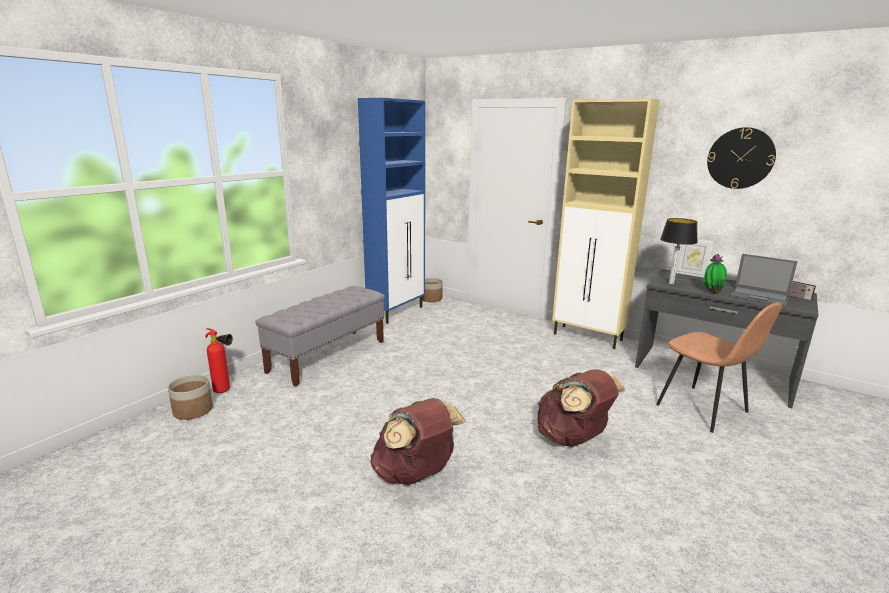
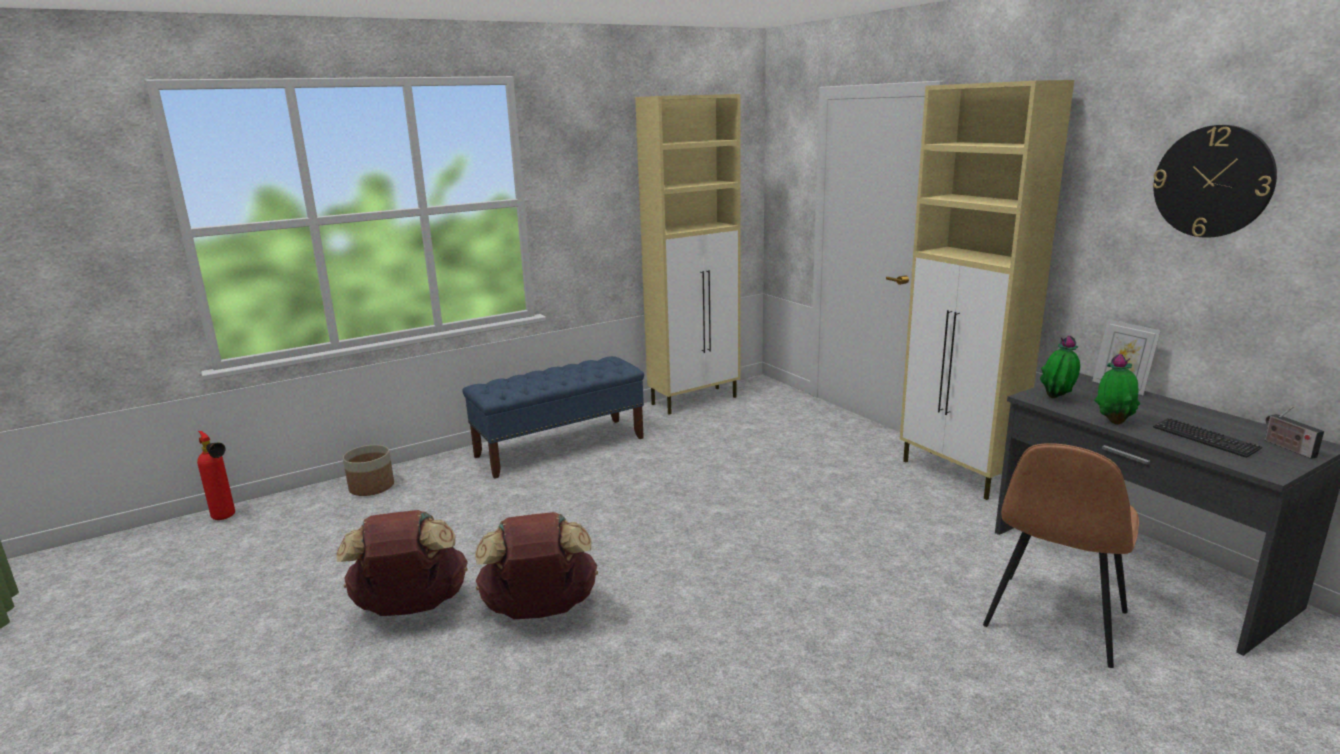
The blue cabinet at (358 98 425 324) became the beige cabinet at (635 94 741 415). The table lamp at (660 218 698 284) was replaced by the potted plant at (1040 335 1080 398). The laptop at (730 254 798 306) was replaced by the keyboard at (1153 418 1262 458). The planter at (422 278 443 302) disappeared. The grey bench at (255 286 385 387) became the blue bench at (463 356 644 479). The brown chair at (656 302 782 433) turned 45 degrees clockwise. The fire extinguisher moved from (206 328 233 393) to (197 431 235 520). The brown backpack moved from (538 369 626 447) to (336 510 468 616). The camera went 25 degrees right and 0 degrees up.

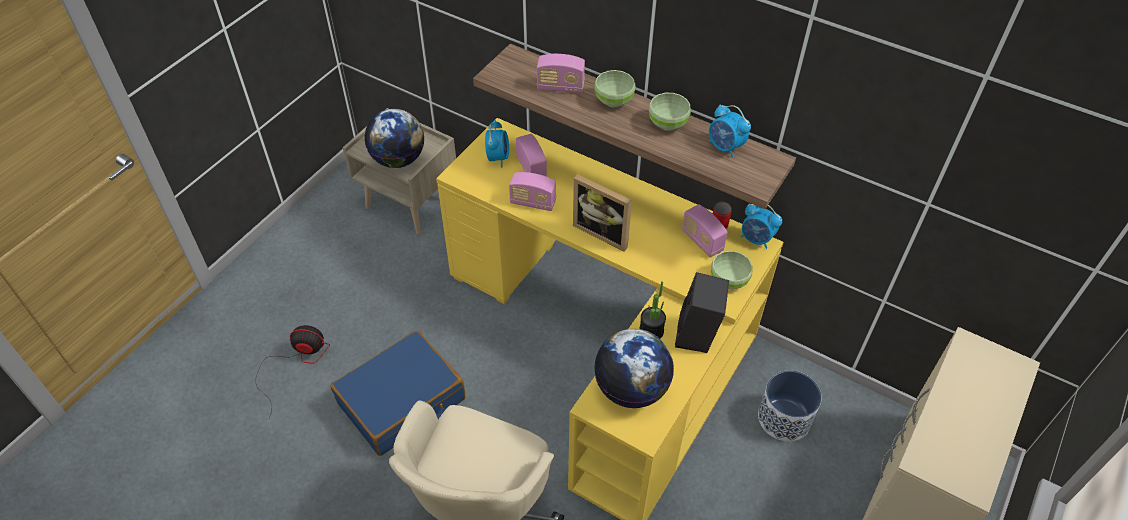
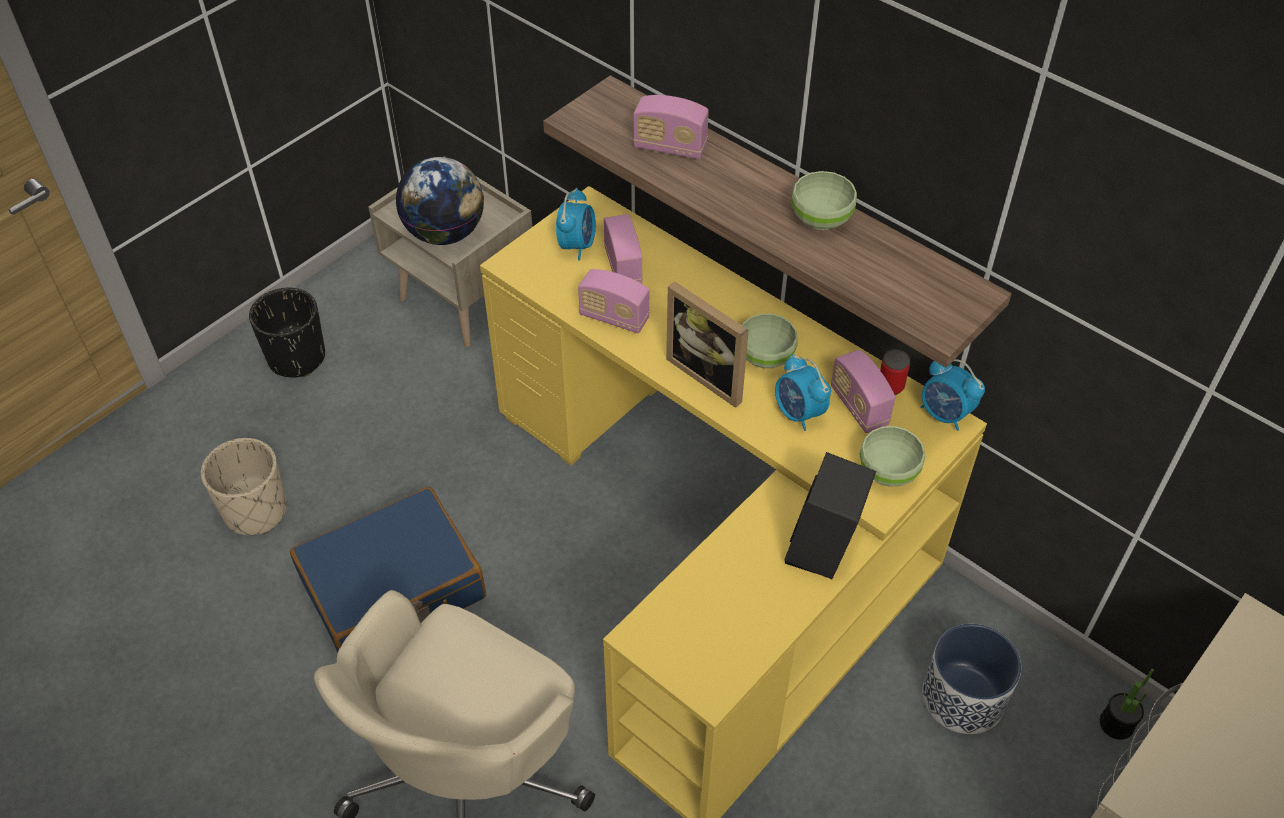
The green bowl moved from (594 70 636 107) to (742 314 798 368). The alarm clock moved from (709 105 751 158) to (775 354 831 431). The potted plant moved from (639 281 666 338) to (1100 669 1154 740). The fan at (255 325 330 418) was replaced by the beige planter at (201 438 287 535). The globe at (594 329 674 408) disappeared. The black planter at (249 288 325 377) appeared. The camera went 10 degrees right and 0 degrees up.

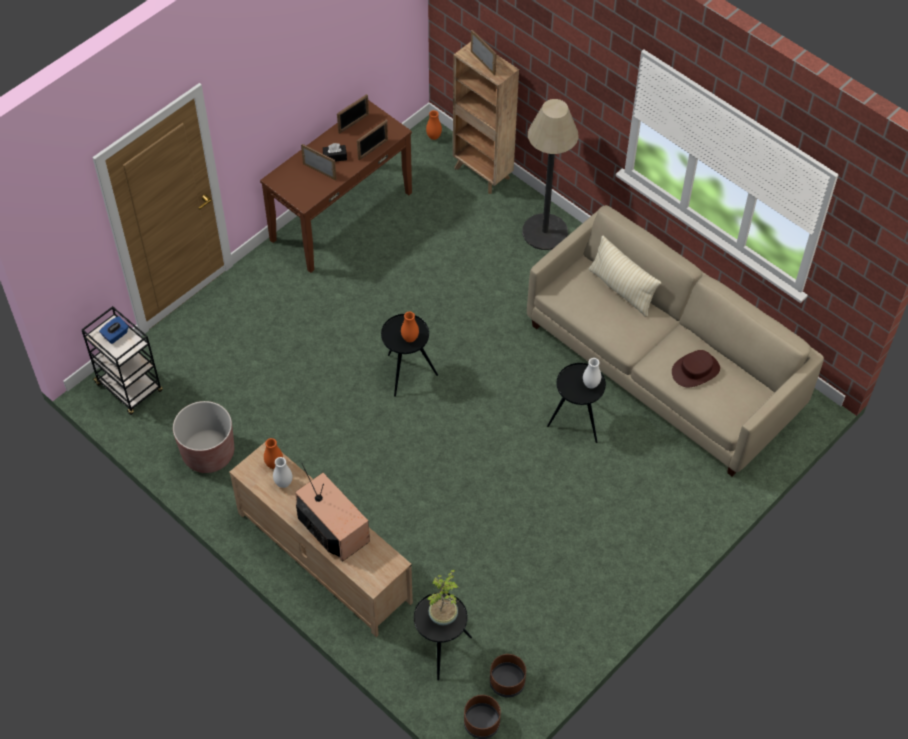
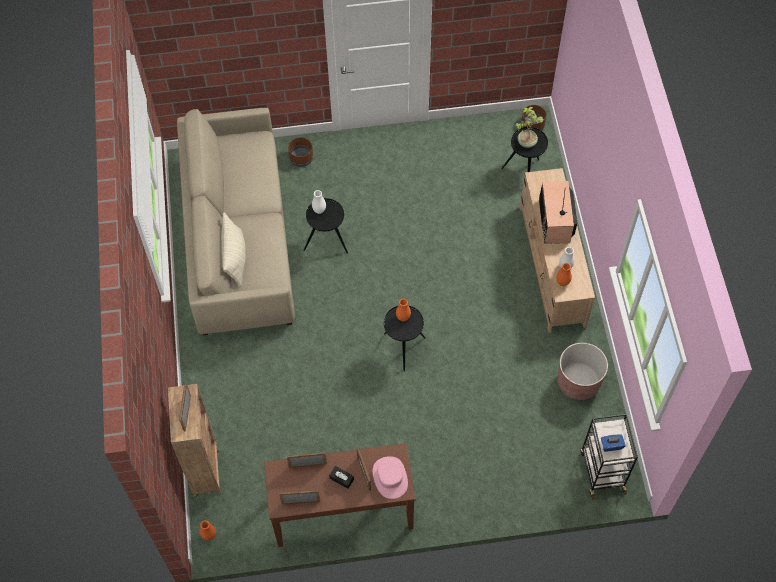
The floor lamp at (522 99 578 250) disappeared. The brown hat at (672 350 720 387) disappeared. The brown planter moved from (490 654 526 698) to (288 137 313 167). The pink hat at (373 456 408 499) appeared. The camera went 140 degrees left and 5 degrees up.

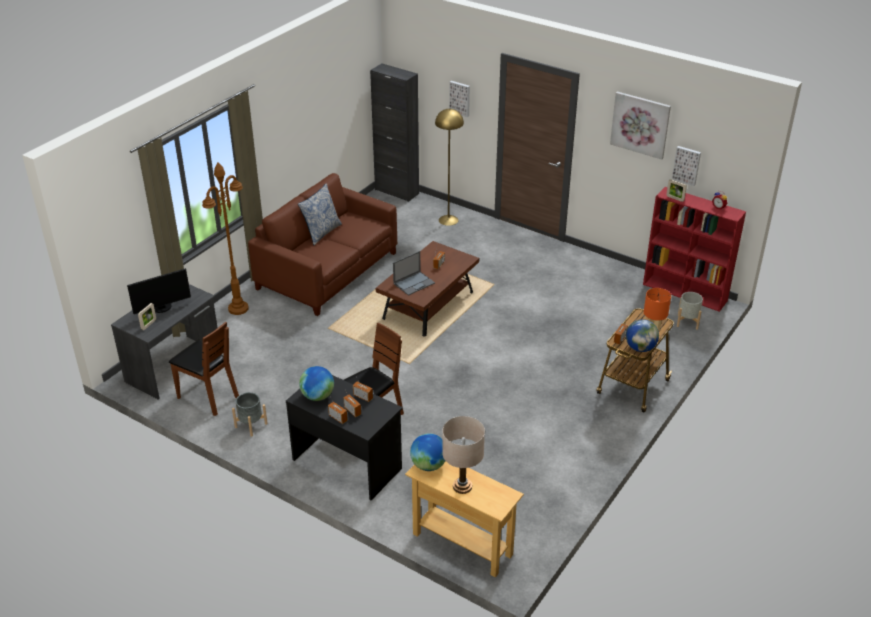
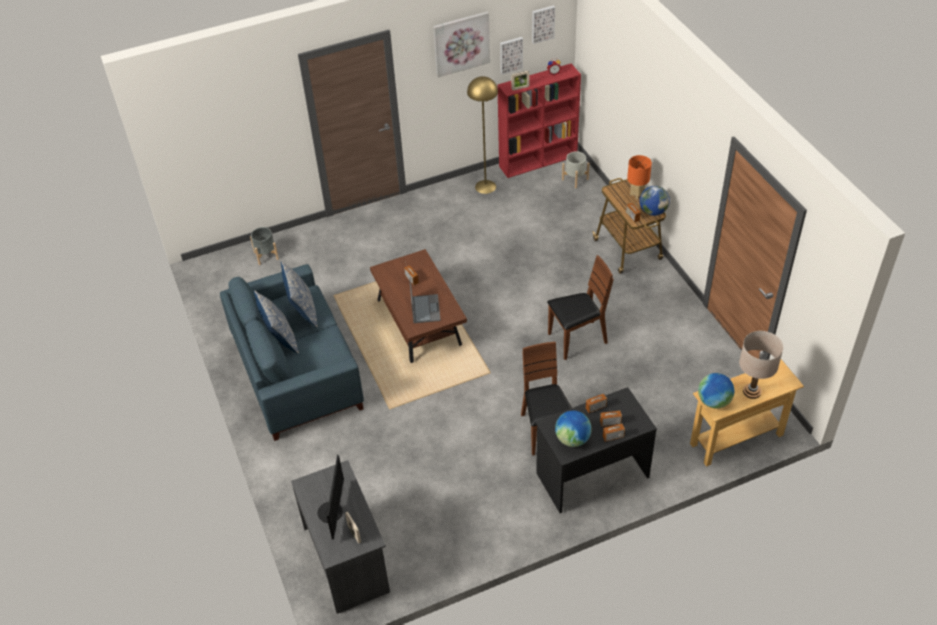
The black cabinet at (370 63 419 202) disappeared. The picture moved from (449 81 470 117) to (532 5 555 44). The yellow floor lamp moved from (435 109 464 226) to (467 76 498 194). The brown floor lamp at (202 162 249 315) disappeared. The brown sofa at (248 173 397 316) became the blue sofa at (220 264 364 441). The brown chair moved from (169 321 239 416) to (547 255 614 360). The grey planter moved from (232 392 268 437) to (250 227 279 265). The pillow at (281 261 318 328) appeared. The camera went 55 degrees left and 10 degrees up.

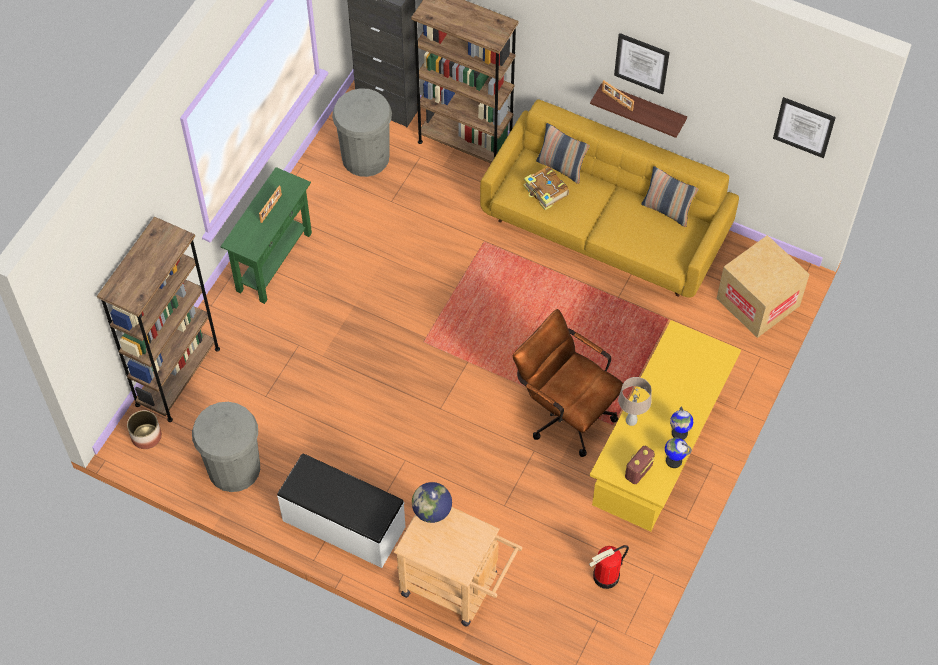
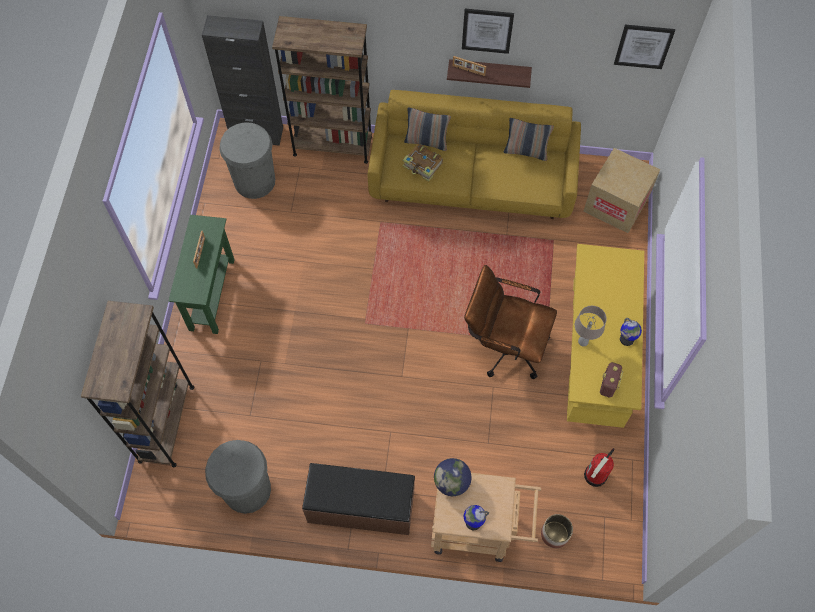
The planter moved from (127 410 162 449) to (541 514 573 548). The globe moved from (665 438 692 468) to (464 505 489 530). The white bench at (277 453 406 568) became the brown bench at (302 463 415 535). The camera went 20 degrees left and 5 degrees up.

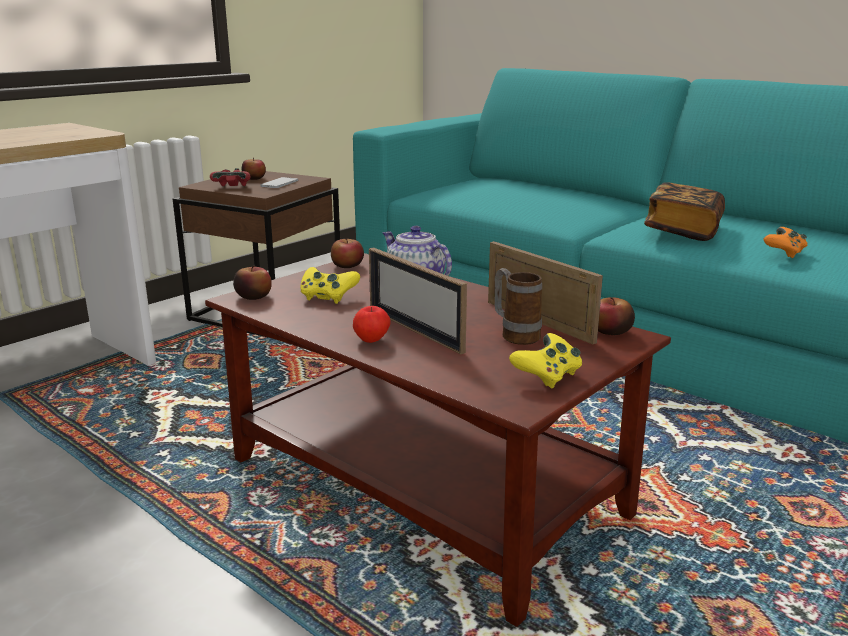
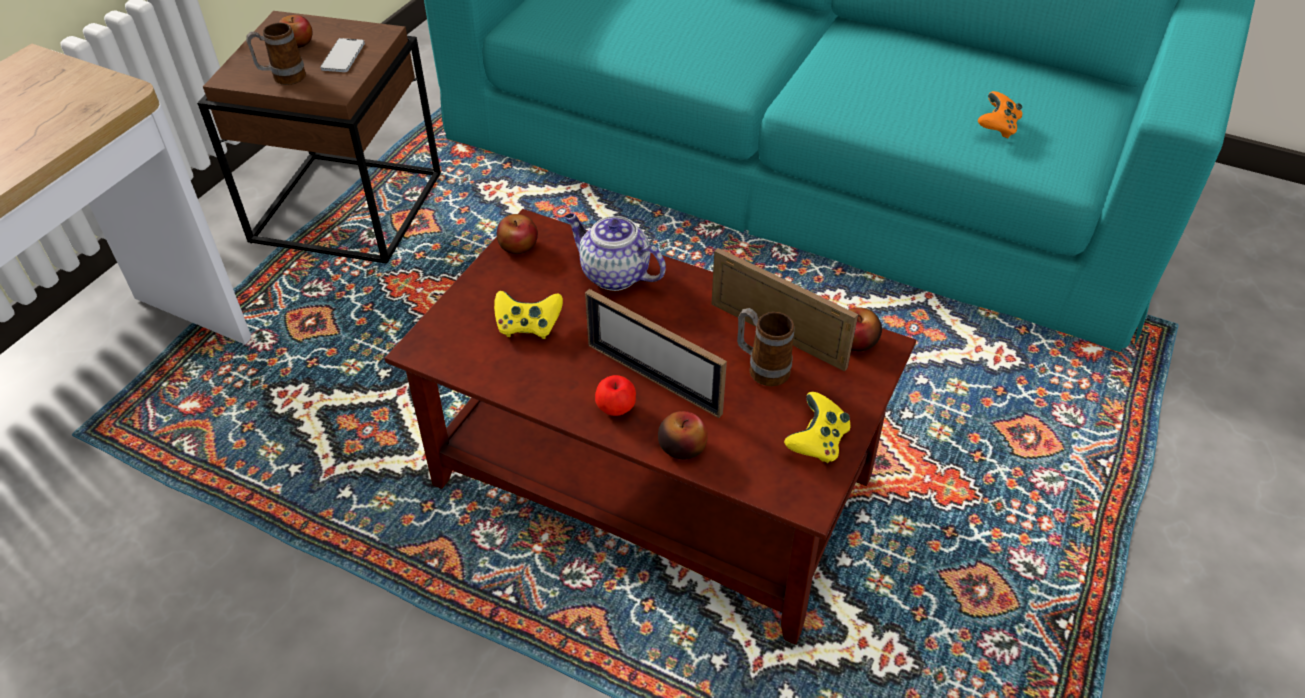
The red game controller at (210 168 251 186) was replaced by the mug at (246 23 306 85). The book at (644 183 725 241) disappeared. The apple moved from (233 265 272 300) to (658 411 708 460). The camera went 15 degrees left and 25 degrees up.

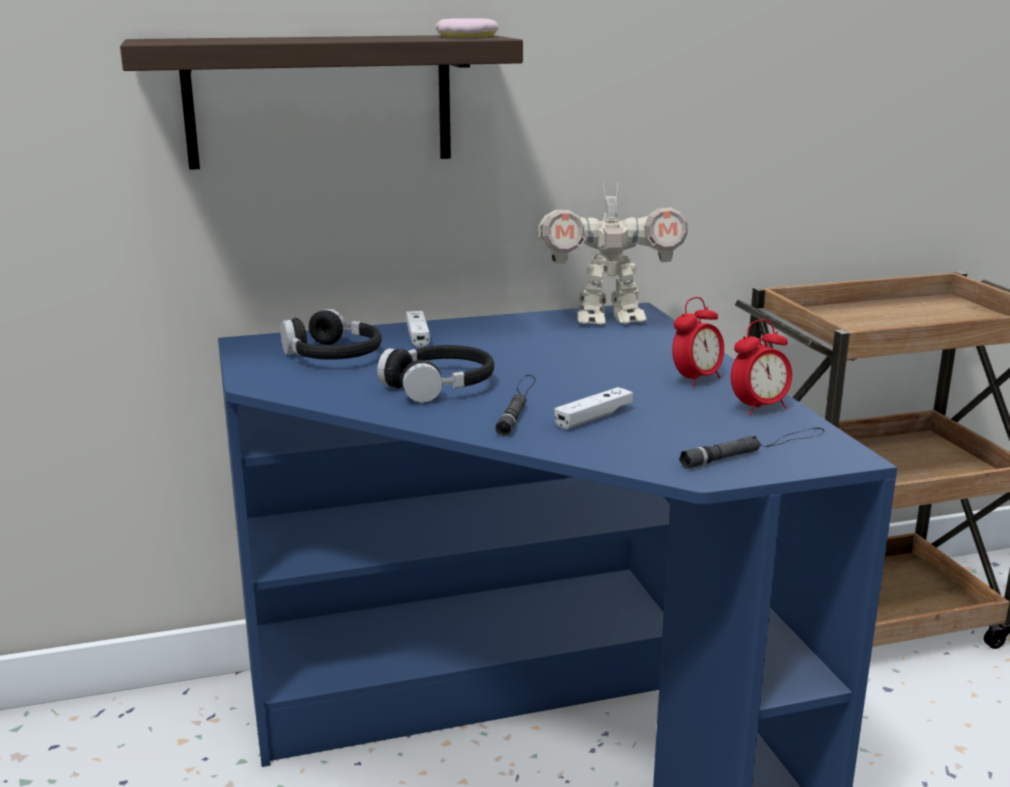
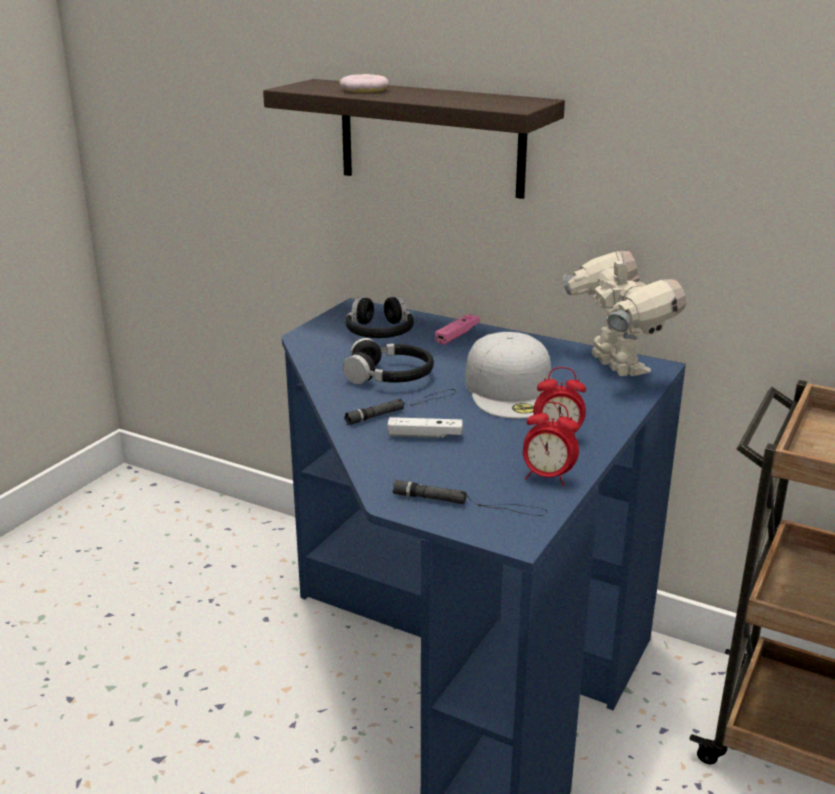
The donut moved from (435 18 499 37) to (339 74 389 93). The toy robot at (537 182 688 324) turned 150 degrees counterclockwise. The white game controller at (406 311 430 347) became the pink game controller at (435 314 479 345). The white cap at (465 332 551 419) appeared. The camera went 45 degrees right and 5 degrees up.

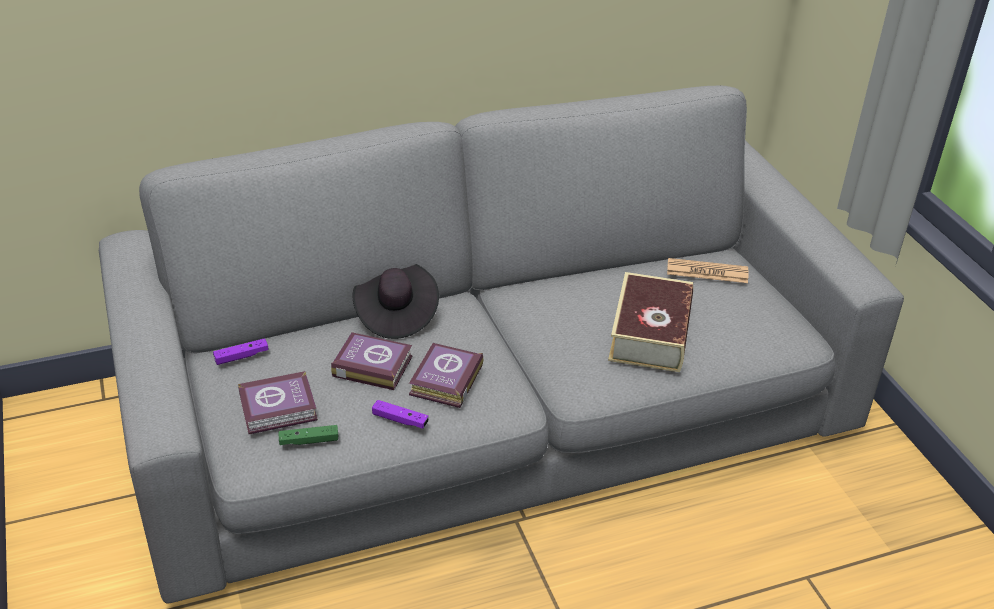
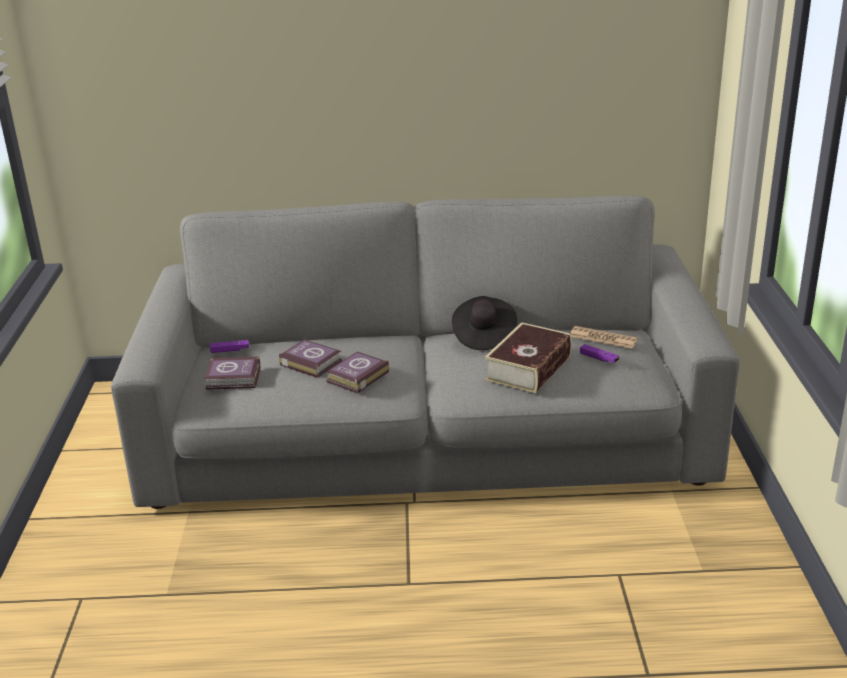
The black hat moved from (353 264 439 339) to (452 296 517 350). The purple game controller moved from (372 400 429 429) to (580 344 619 363). The green game controller at (278 425 339 445) disappeared. The camera went 20 degrees right and 10 degrees down.

